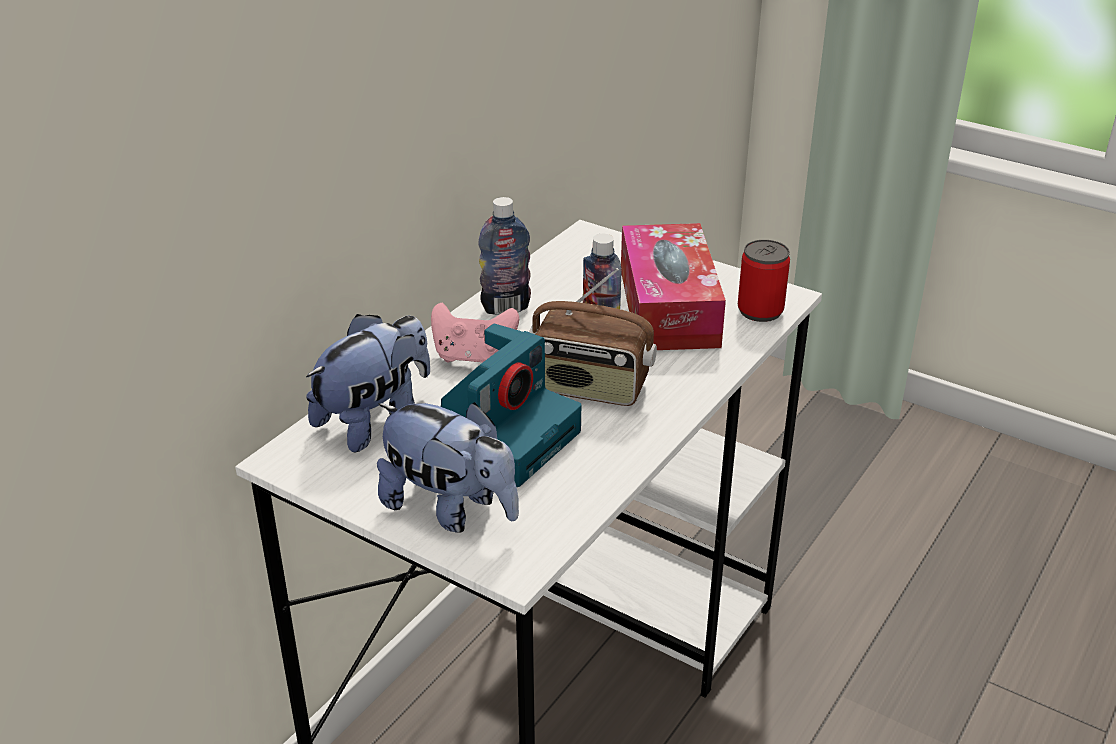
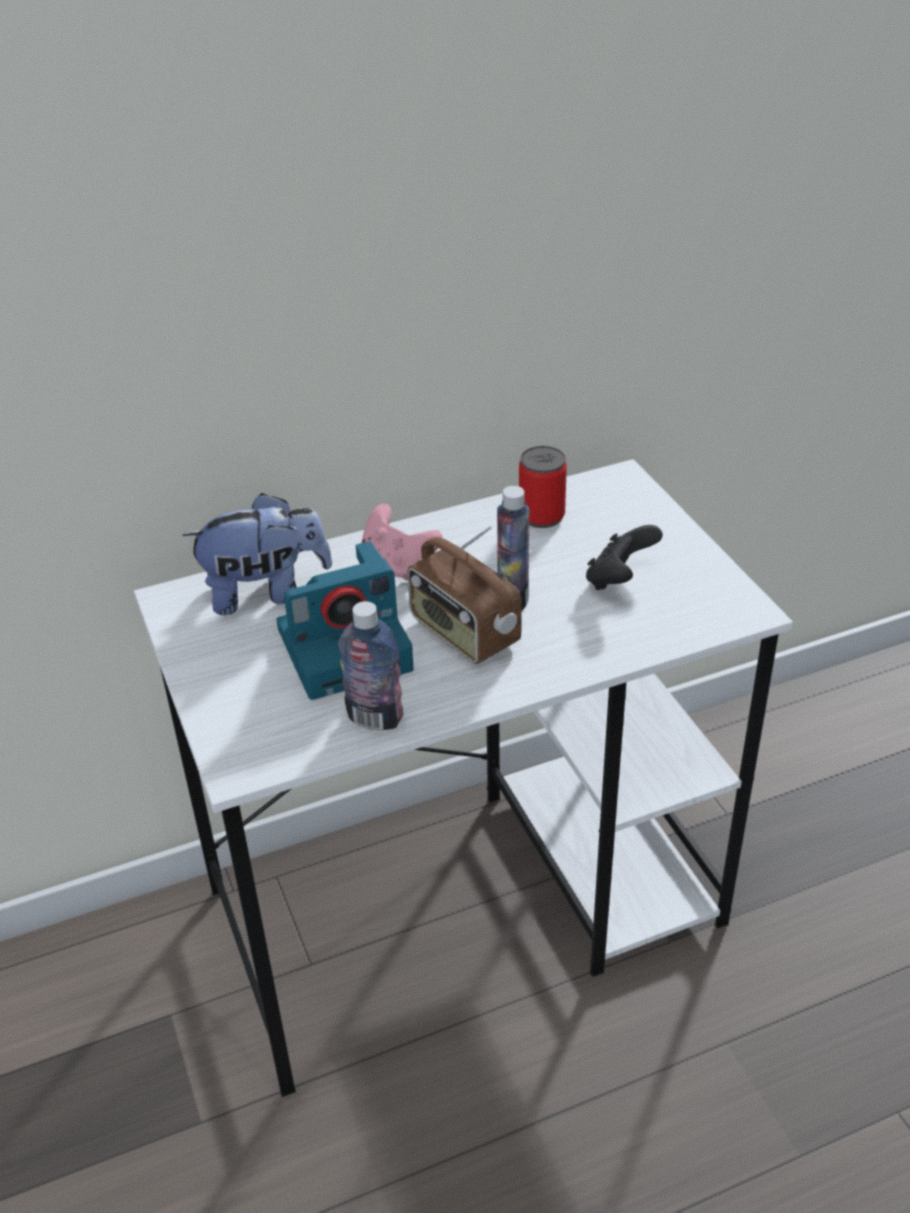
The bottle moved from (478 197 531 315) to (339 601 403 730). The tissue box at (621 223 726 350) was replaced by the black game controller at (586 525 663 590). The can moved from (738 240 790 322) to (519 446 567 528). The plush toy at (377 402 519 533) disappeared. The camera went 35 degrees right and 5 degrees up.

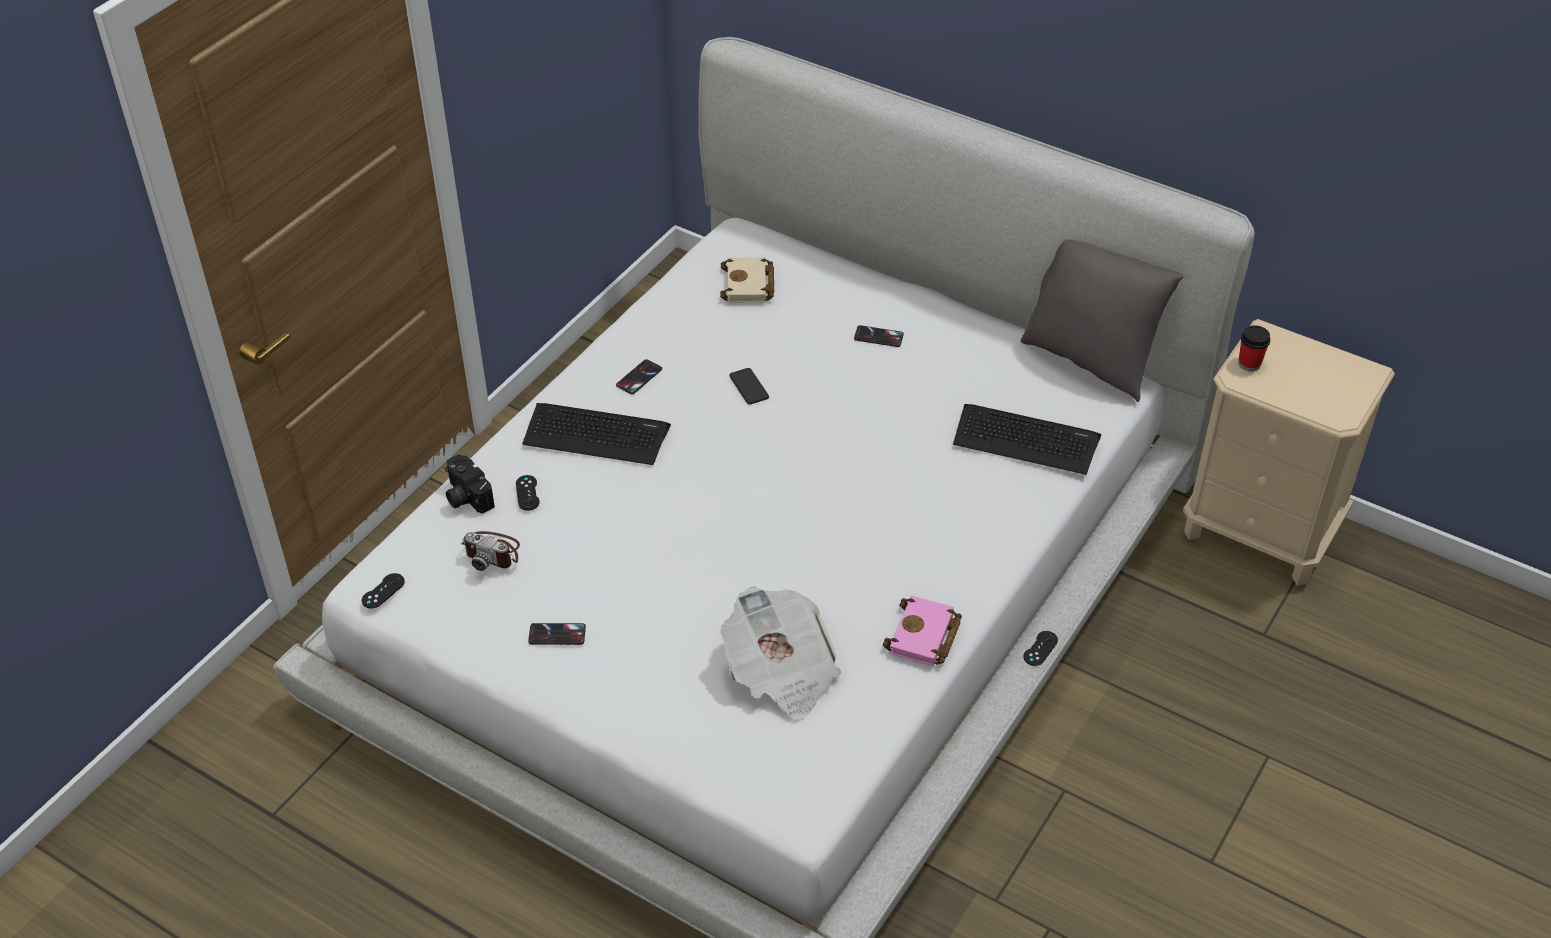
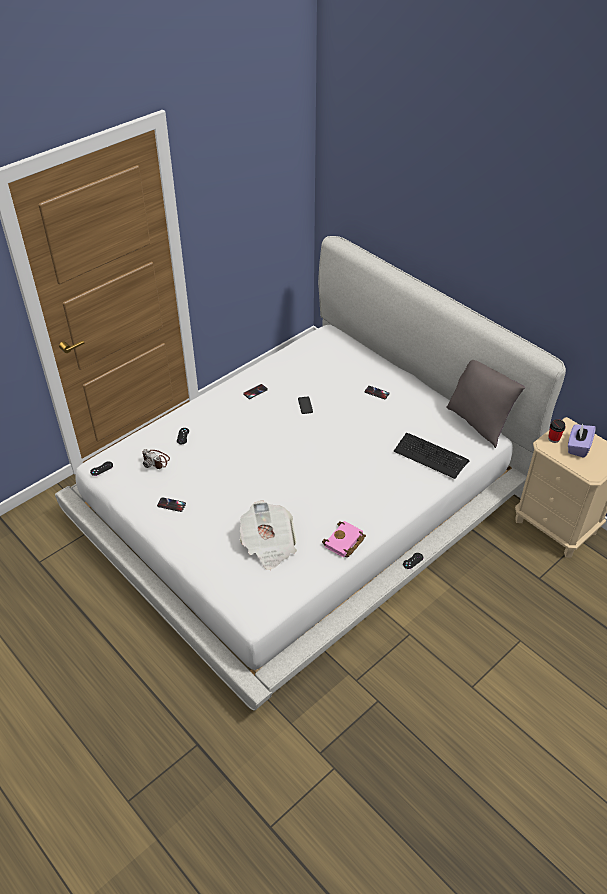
The beige book at (720 257 774 303) disappeared. The keyboard at (522 403 671 465) disappeared. The photo camera at (445 454 495 514) disappeared. The purple tissue box at (568 423 596 458) appeared. The camera went 15 degrees right and 0 degrees up.

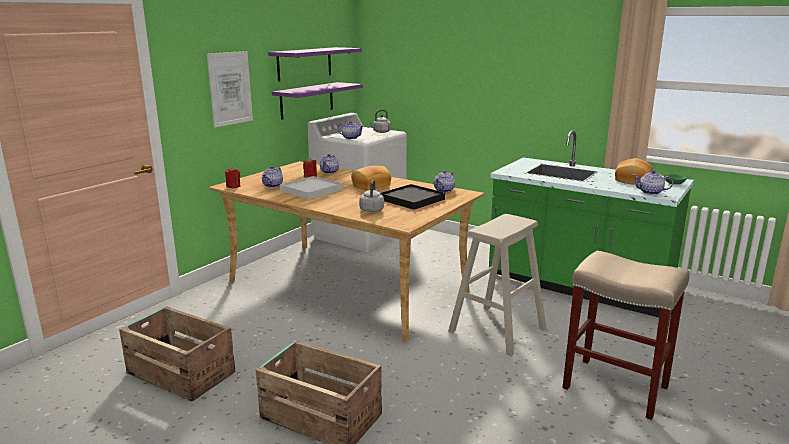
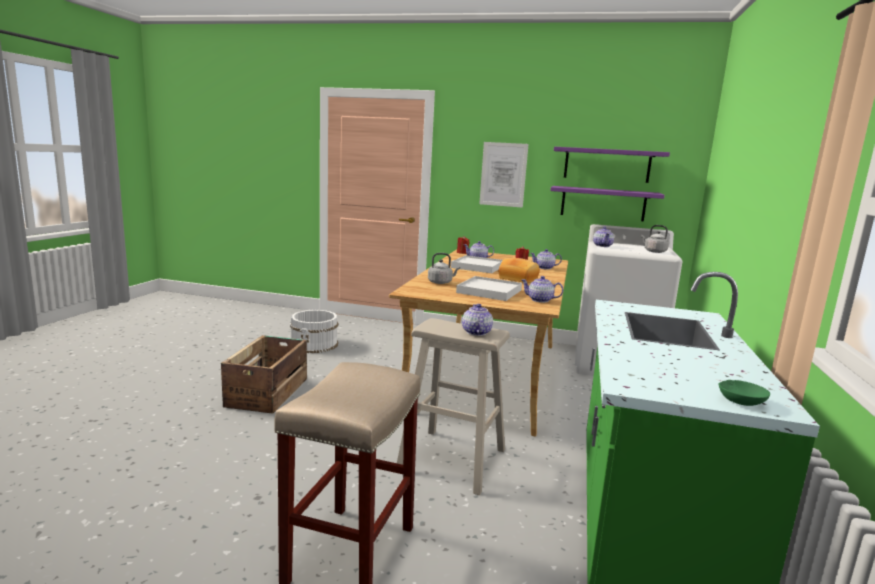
The bread at (615 158 652 185) disappeared. The teapot moved from (633 170 673 195) to (462 304 493 336). The black tray at (380 184 445 210) became the white tray at (456 276 522 301). The crate at (119 306 236 401) was replaced by the white bucket at (290 310 338 353). The camera went 70 degrees right and 5 degrees down.

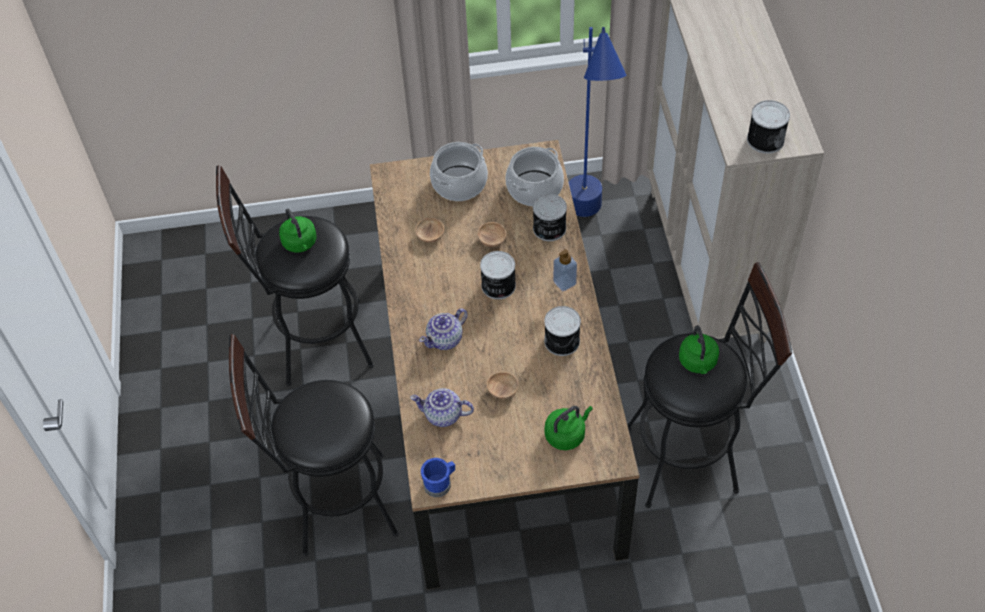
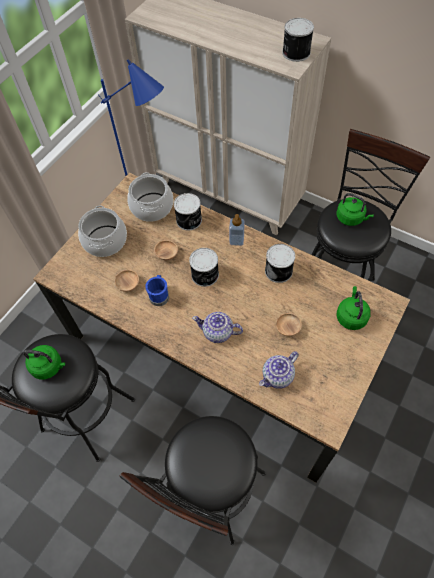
The teapot at (419 308 468 350) turned 105 degrees clockwise. The blue mug moved from (421 458 455 497) to (145 275 169 306). The camera went 50 degrees left and 5 degrees up.

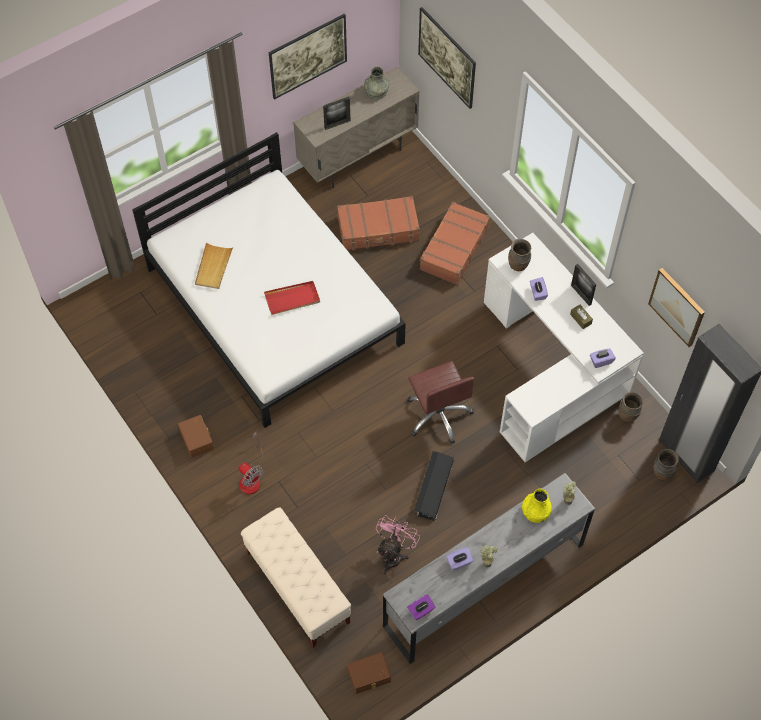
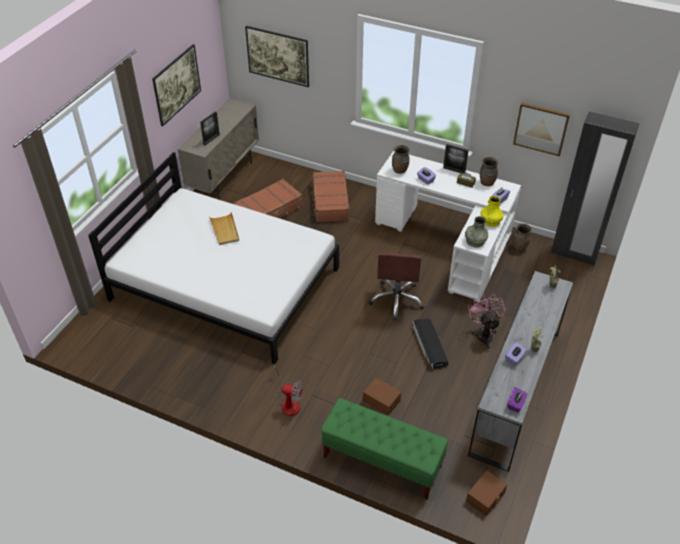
The grey vase moved from (364 67 389 99) to (465 216 488 248). The beige tray moved from (195 242 233 289) to (209 212 239 245). The red tray at (264 281 320 315) disappeared. The brown office chair at (407 361 475 444) turned 60 degrees clockwise. The brown storage box moved from (178 415 214 458) to (363 378 401 416). The brown vase moved from (654 449 679 480) to (480 157 499 186). The yellow vase moved from (522 488 552 523) to (481 196 503 227). The beige bench at (241 507 351 647) became the green bench at (321 398 448 500). The pink fan moved from (376 515 420 574) to (468 294 506 349). The camera went 30 degrees left and 15 degrees down.

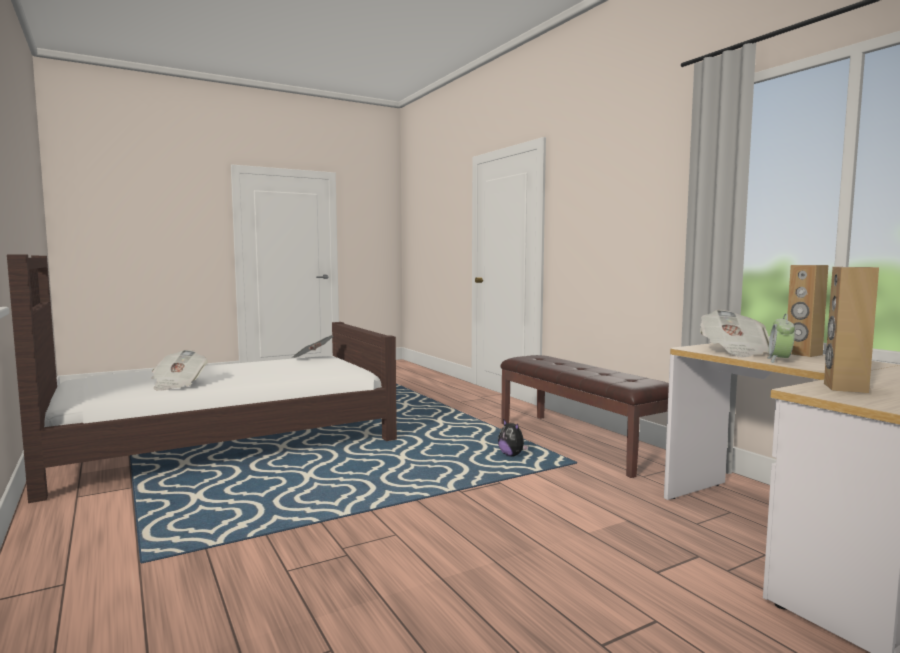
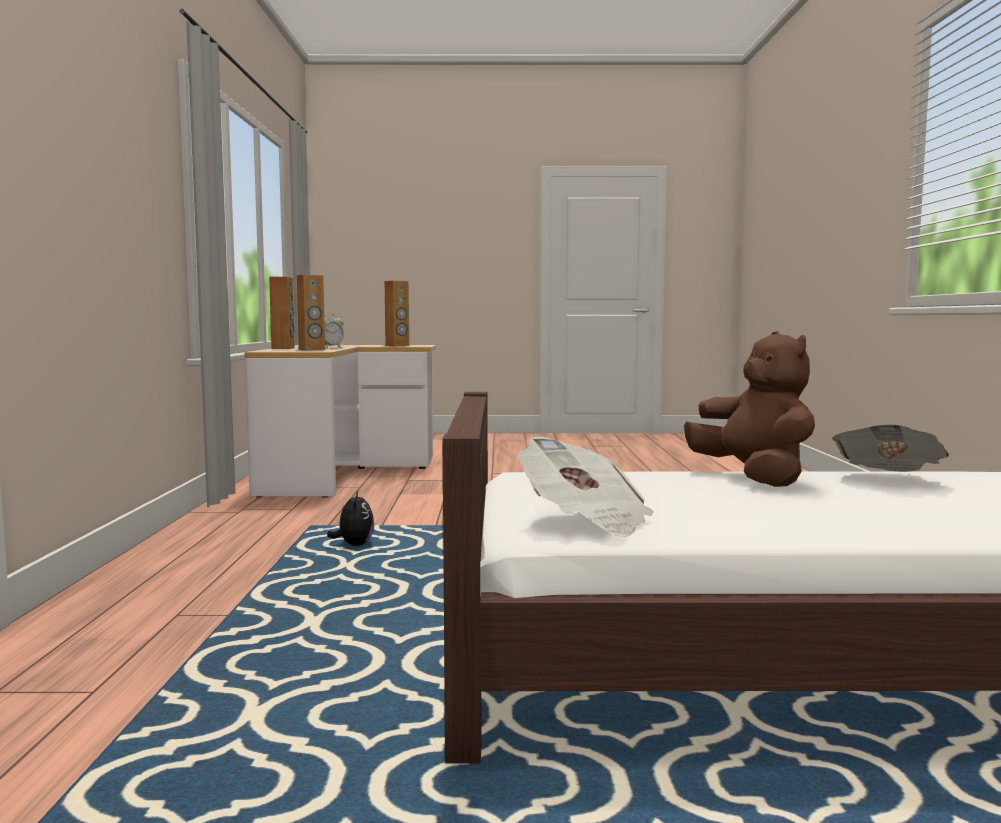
The newspaper at (700 310 769 357) was replaced by the brown speaker at (297 275 325 351). The brown bench at (500 355 669 478) disappeared. The brown plush toy at (684 331 815 487) appeared. The camera went 150 degrees left and 0 degrees up.

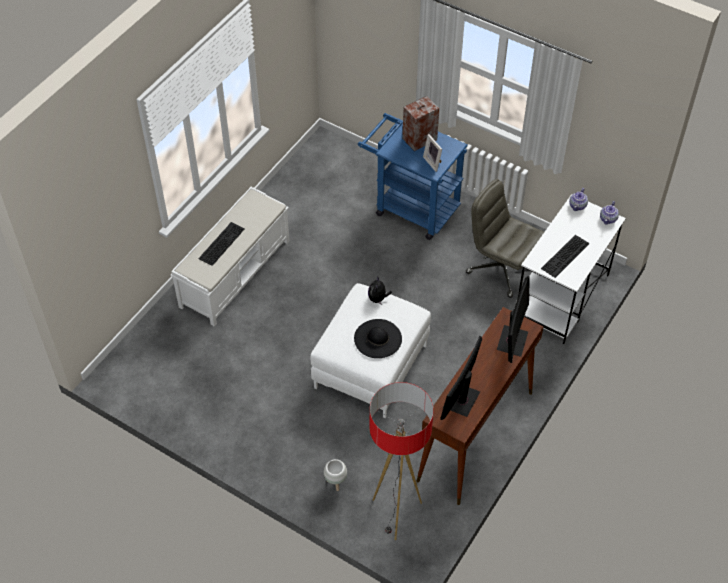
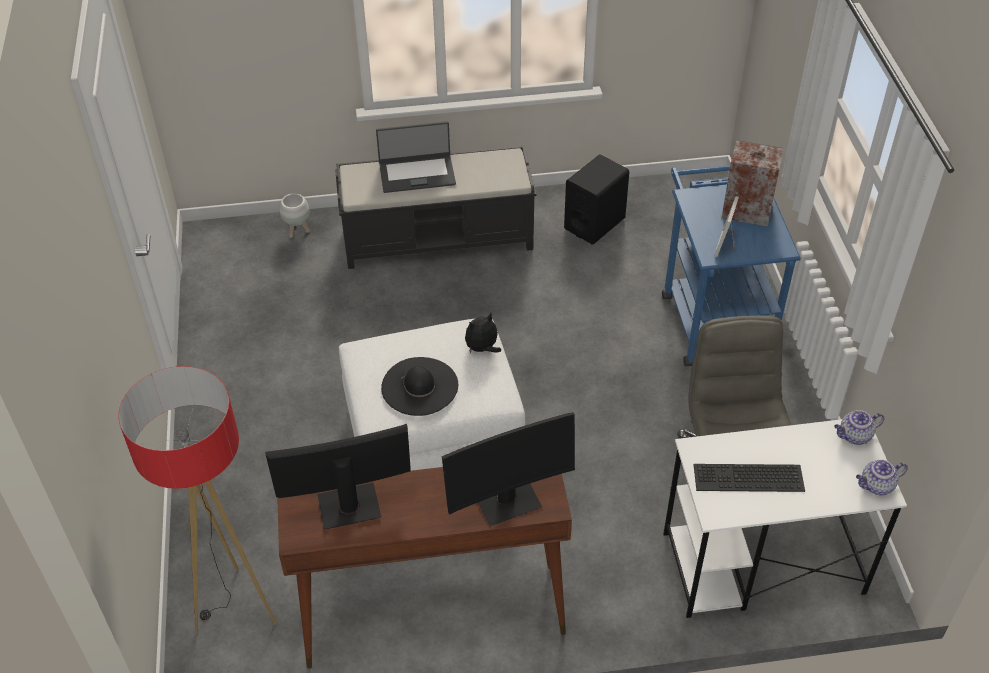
The white bench at (171 187 289 326) became the black bench at (335 146 536 269). The keyboard at (198 222 245 266) was replaced by the laptop at (376 122 456 193). The white planter moved from (324 459 347 491) to (279 193 310 238). The black speaker at (564 154 629 245) appeared. The camera went 50 degrees right and 5 degrees down.

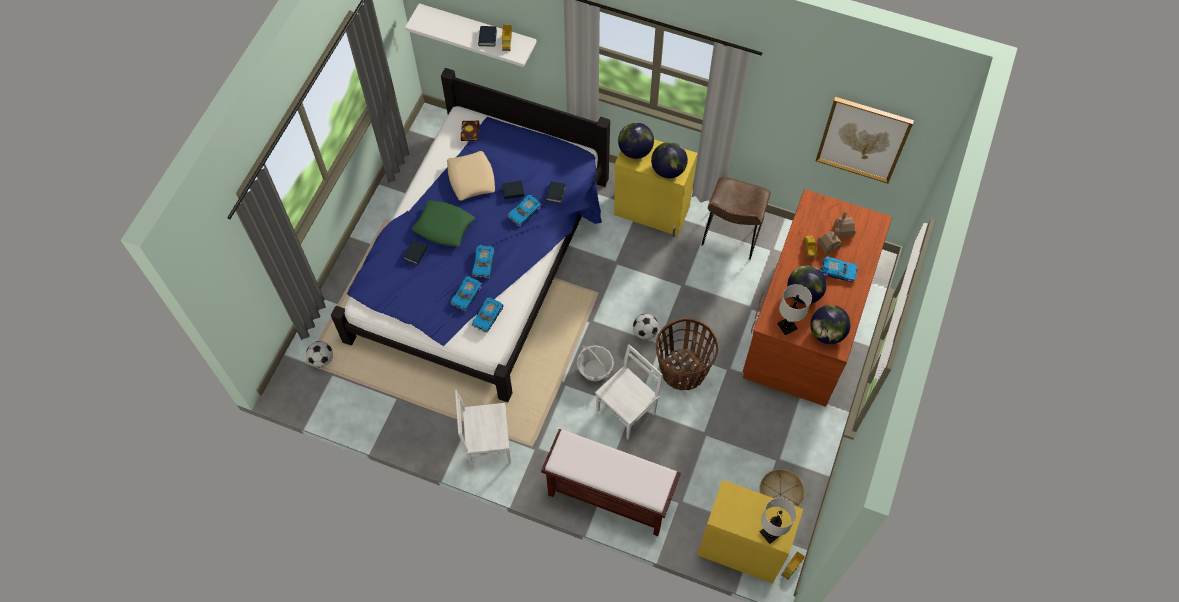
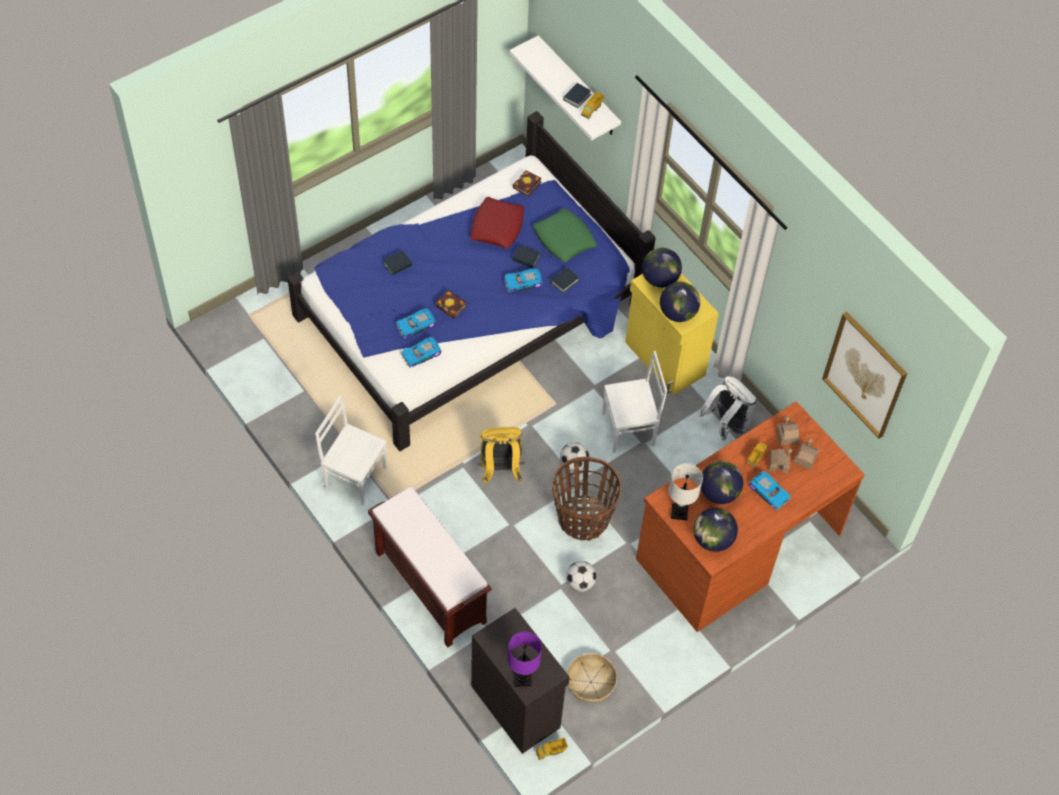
The beige pillow at (447 151 495 200) became the red pillow at (470 197 524 249). The brown chair at (701 177 771 260) was replaced by the white backpack at (699 376 757 441). The green pillow moved from (412 201 475 247) to (533 208 597 262). The toy car at (472 245 495 278) was replaced by the book at (436 290 467 319). The football moved from (306 341 333 367) to (566 561 597 592). The white chair moved from (595 344 663 440) to (602 351 667 453). The basket at (577 345 614 382) was replaced by the yellow backpack at (478 427 524 484). The yellow cabinet at (698 480 803 584) became the black cabinet at (471 608 570 754). The white table lamp at (760 498 796 544) became the purple table lamp at (508 632 542 687). The toy house at (776 416 800 446) appeared. The camera went 30 degrees right and 5 degrees down.

